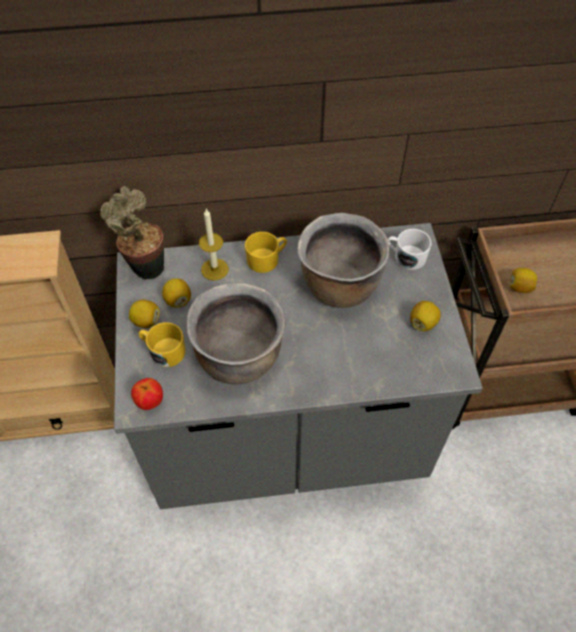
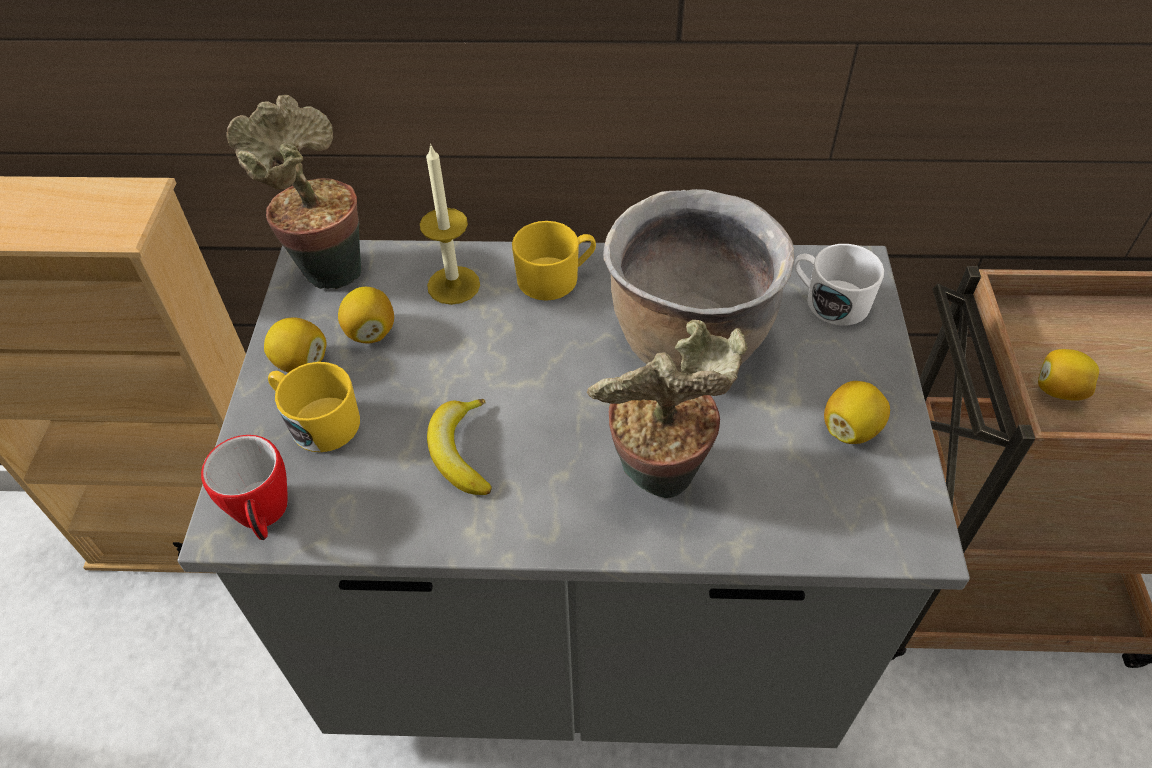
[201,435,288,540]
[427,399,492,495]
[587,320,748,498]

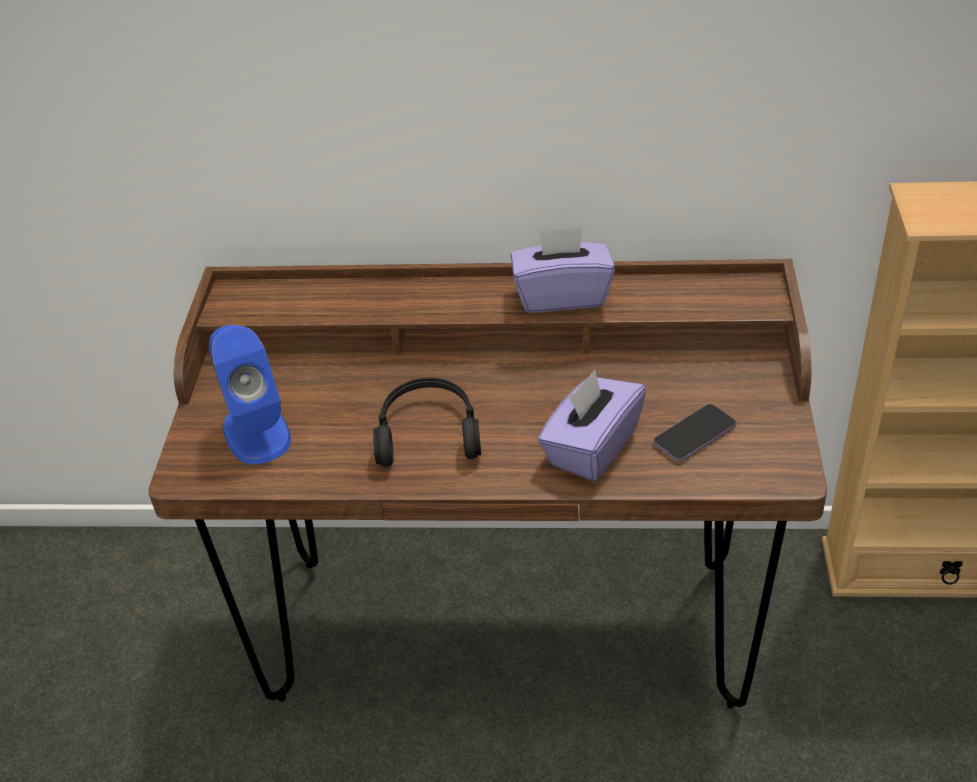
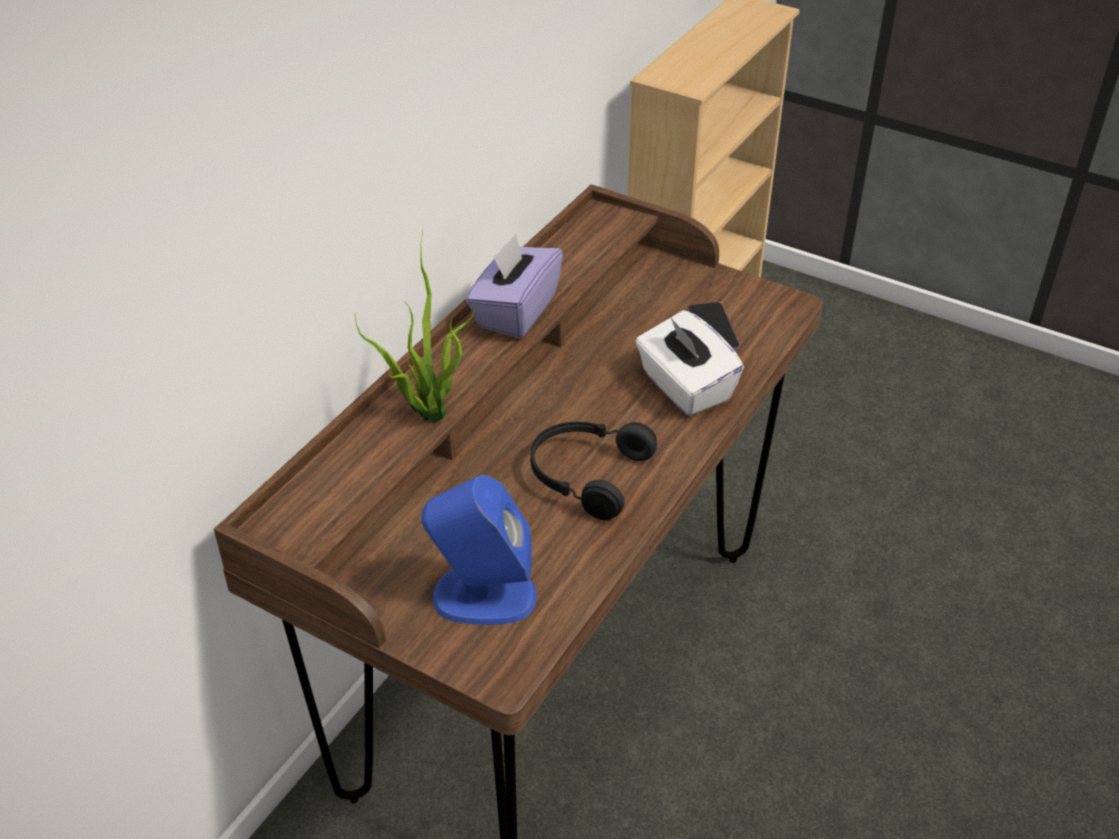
[636,310,744,416]
[355,230,476,422]

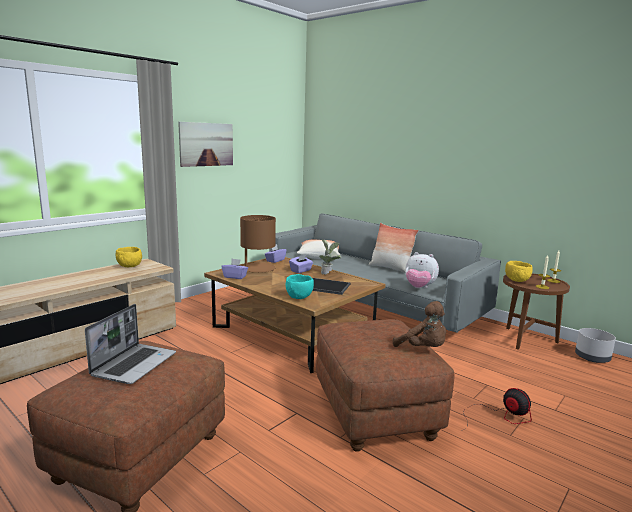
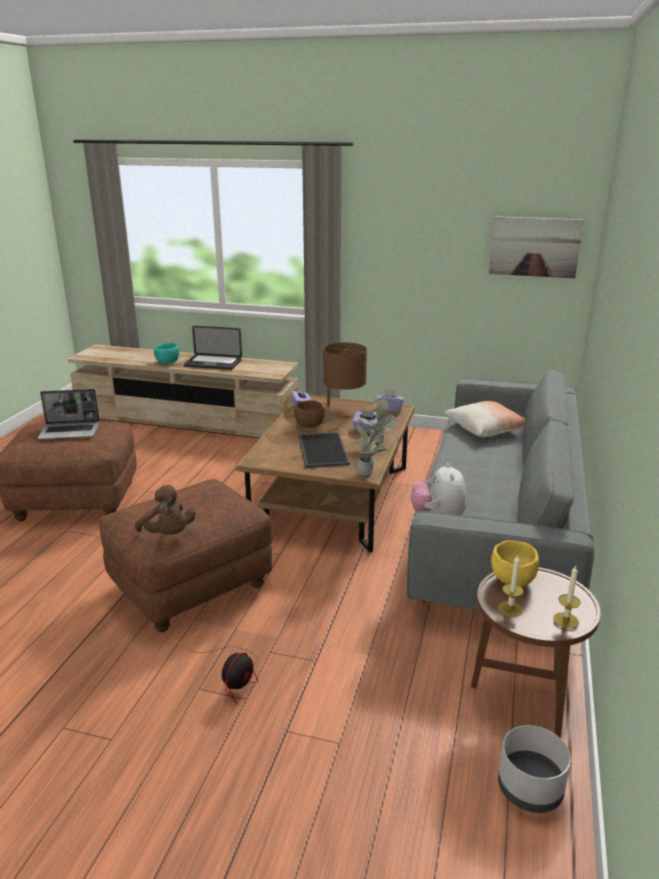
[116,247,142,267] (first image)
[489,216,584,278]
[154,343,179,364]
[369,223,419,273] (first image)
[135,485,195,535]
[184,326,242,370]
[294,400,325,428]
[355,425,388,476]

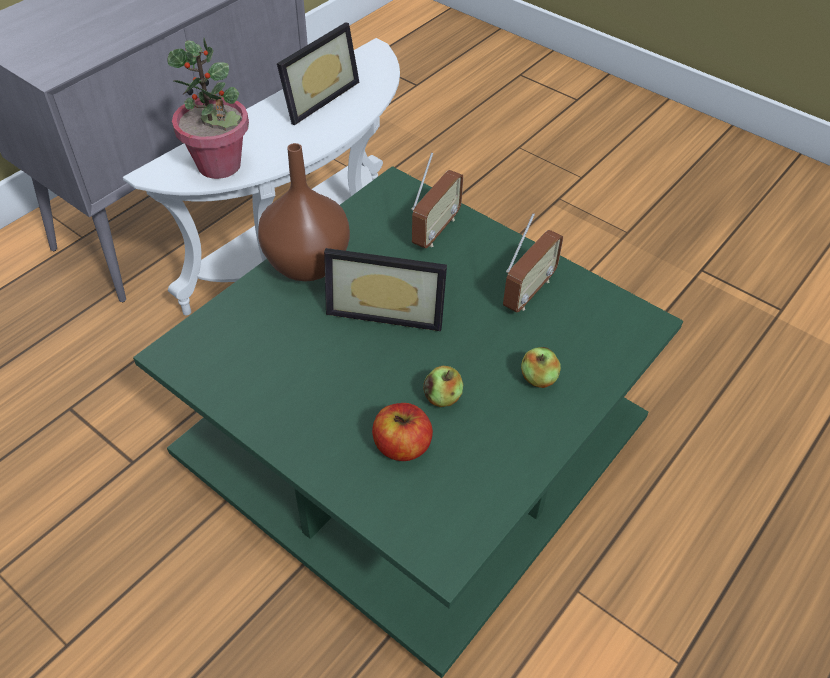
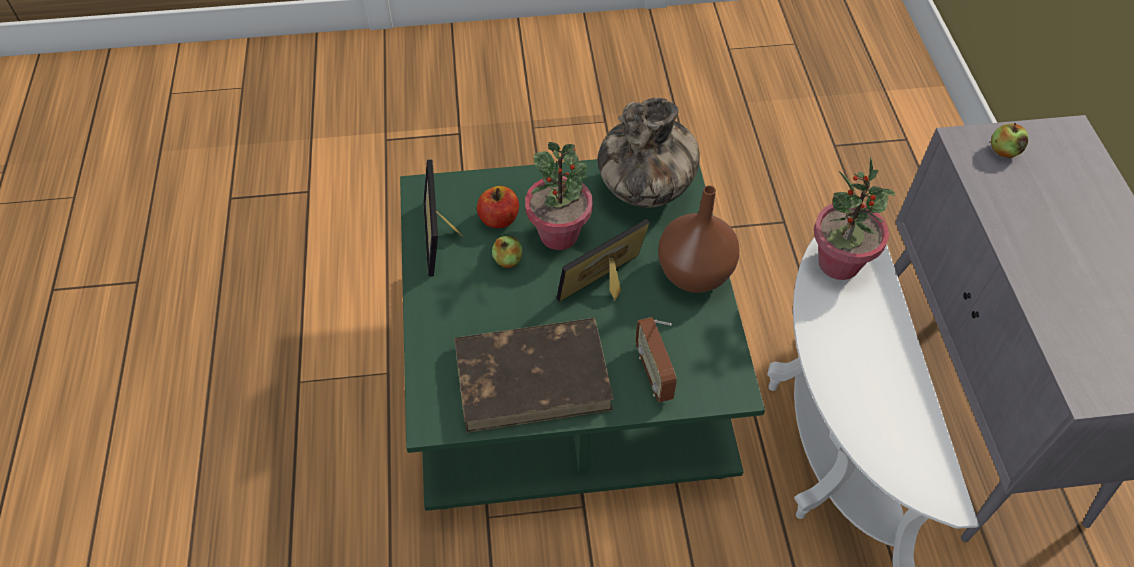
[423,160,463,276]
[454,318,614,433]
[991,123,1029,158]
[525,142,593,250]
[597,98,700,208]

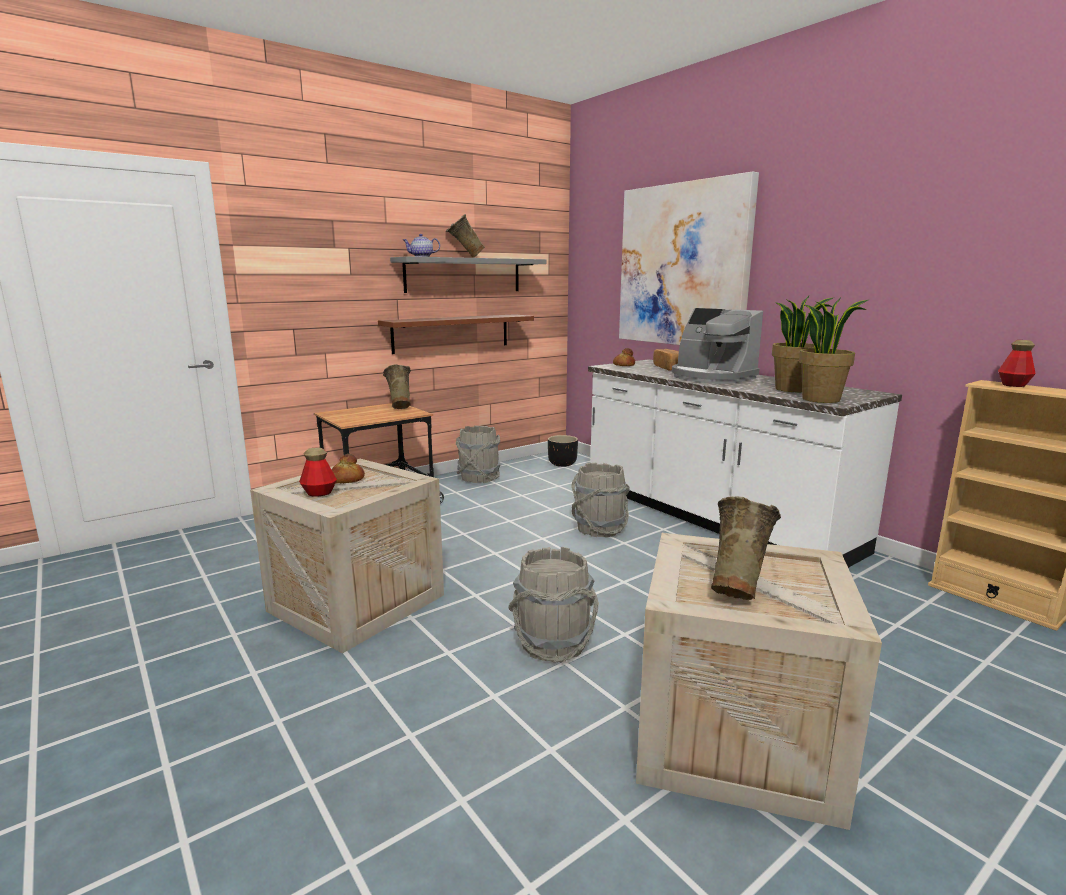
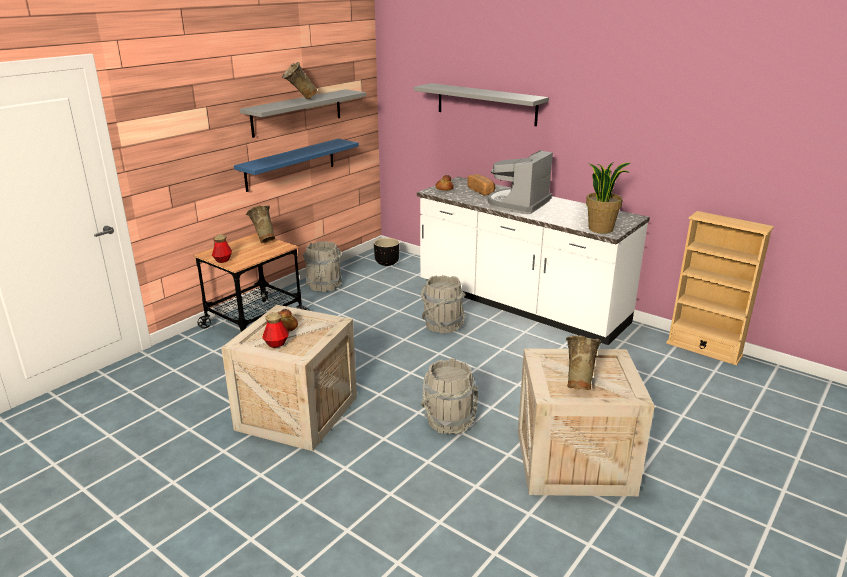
[234,139,359,192]
[403,234,440,257] (first image)
[414,83,549,126]
[488,150,553,214]
[772,296,833,392] (first image)
[212,234,232,263]

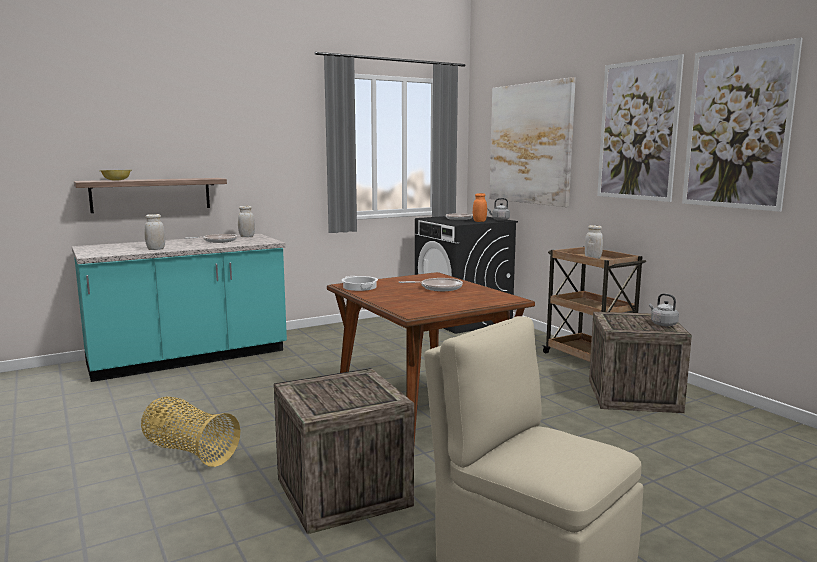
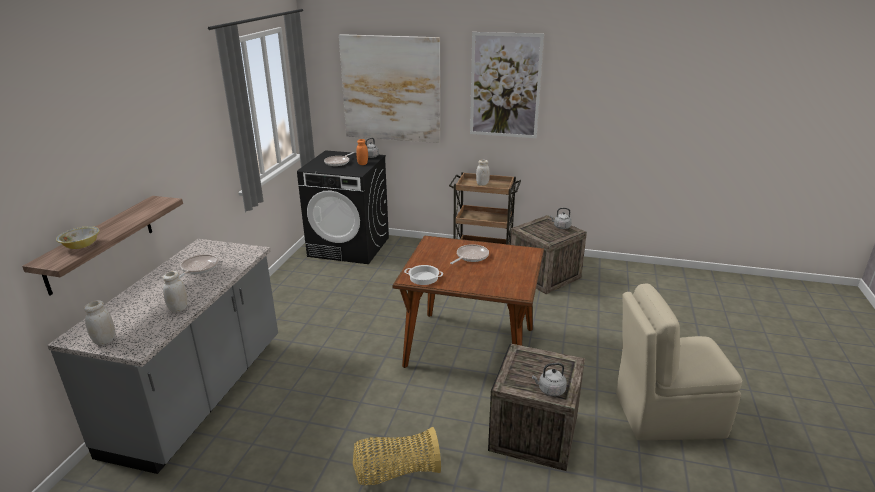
[47,239,278,474]
[84,300,115,346]
[682,38,803,212] (first image)
[532,363,567,396]

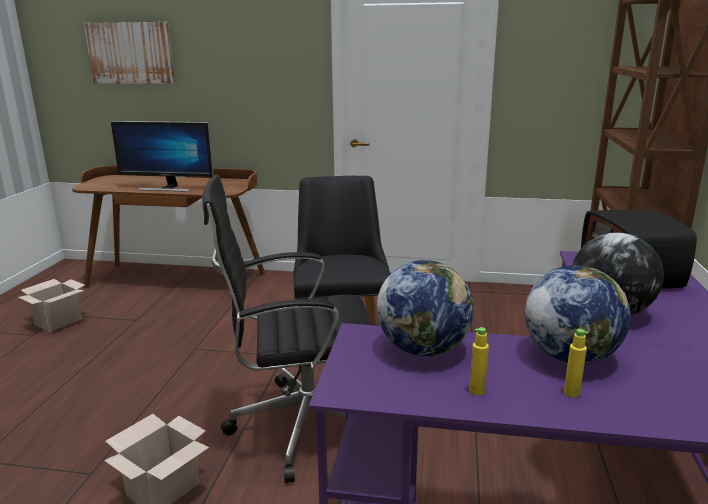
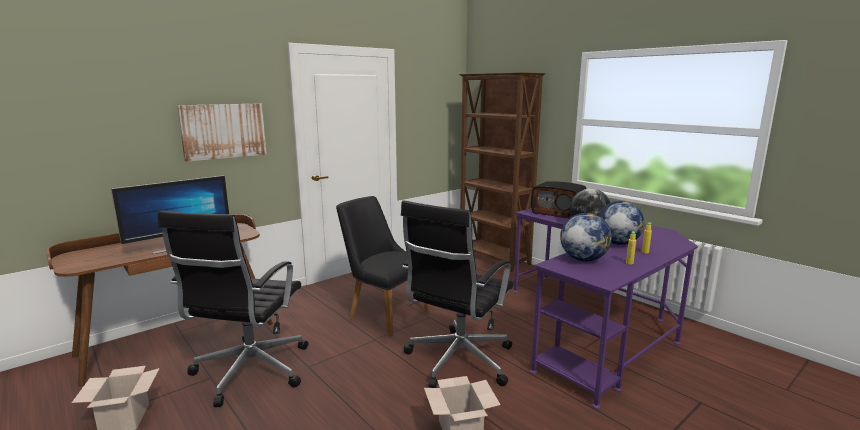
[177,103,267,162]
[157,211,308,407]

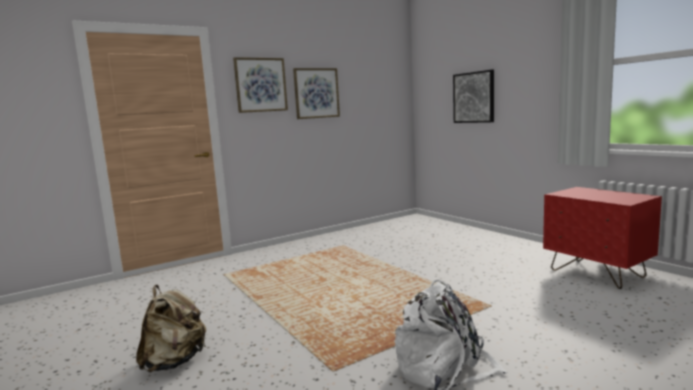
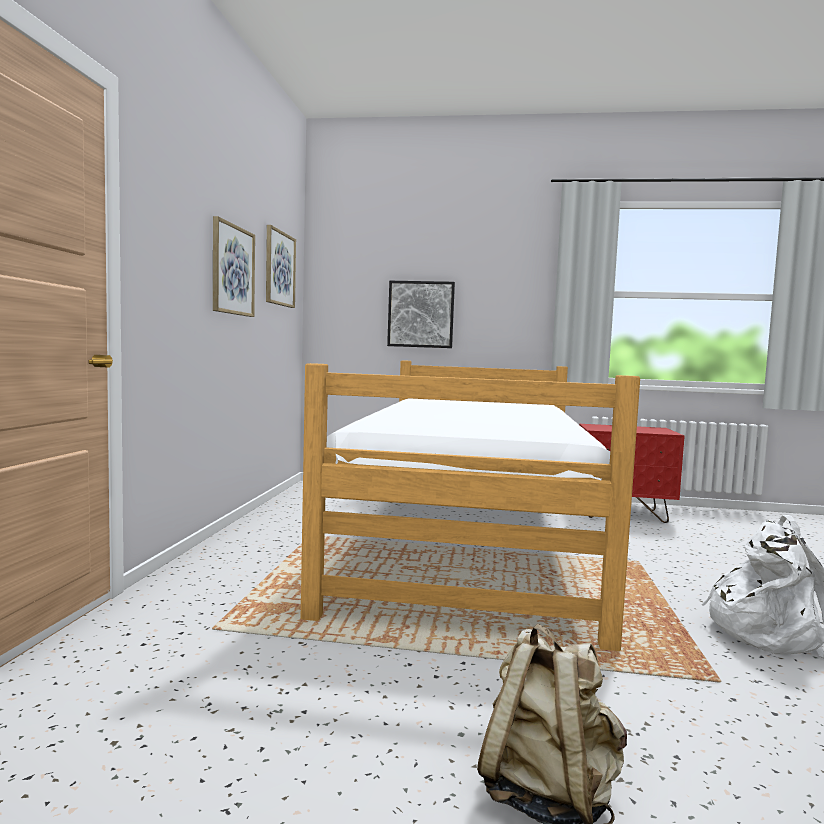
[266,225,296,308]
[300,360,640,651]

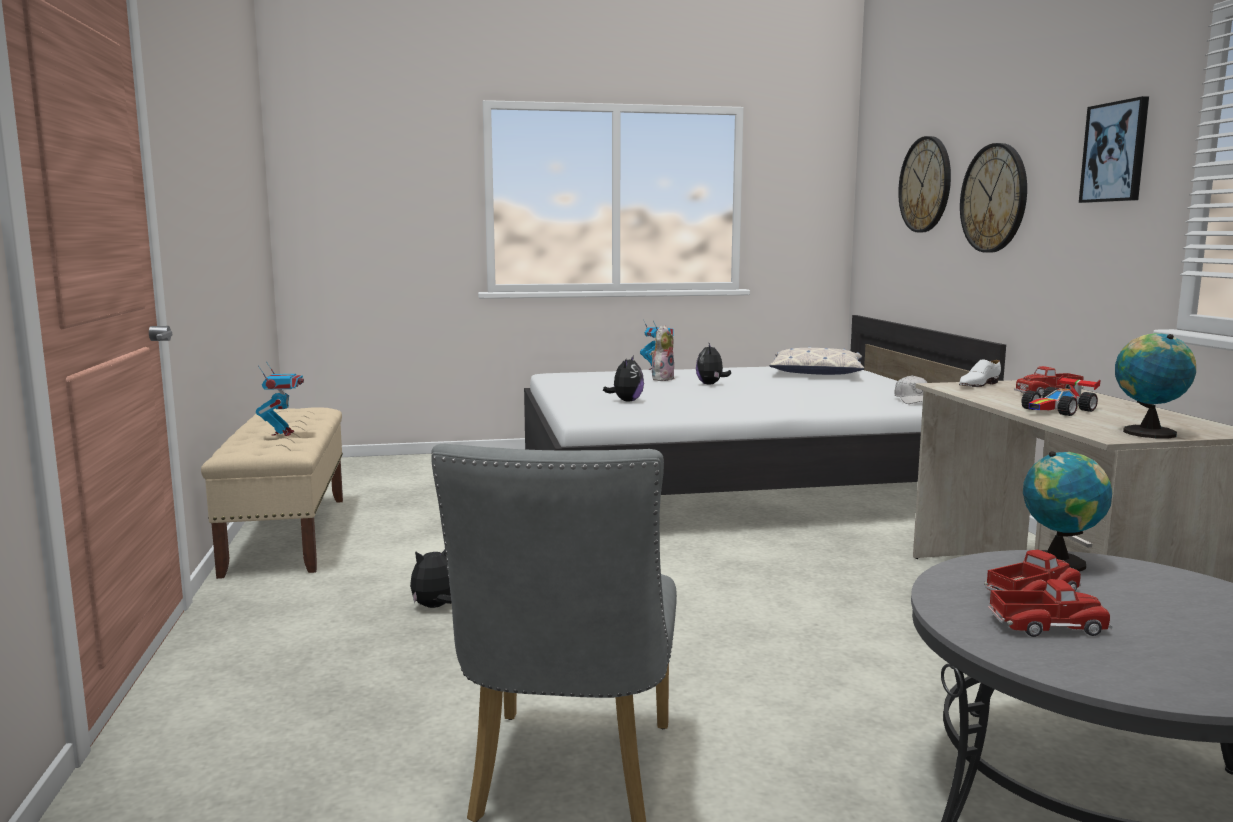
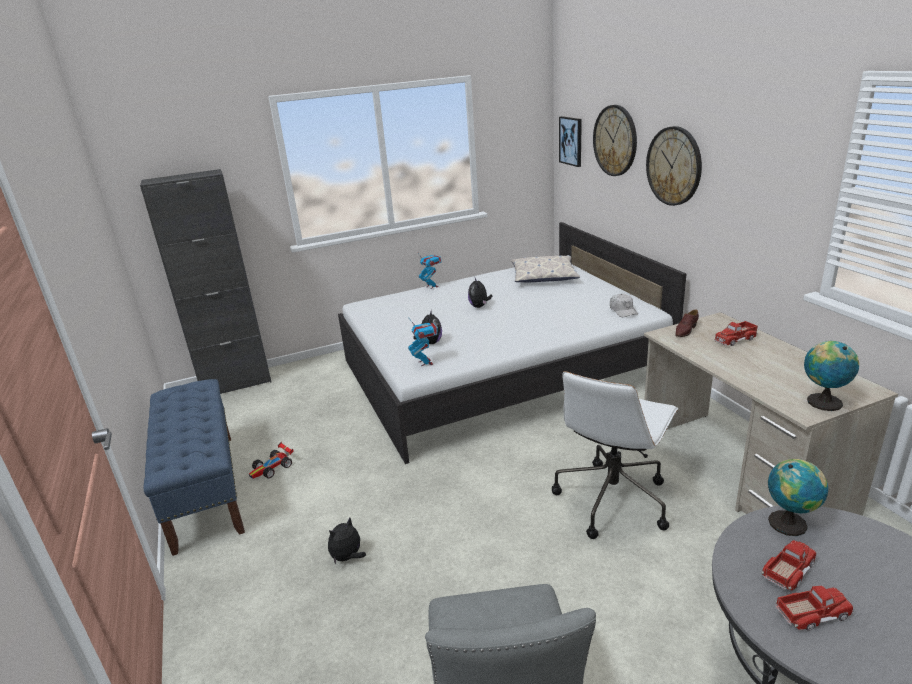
[144,379,245,556]
[408,321,438,366]
[651,325,674,381] (first image)
[675,309,699,337]
[249,442,294,479]
[559,116,582,167]
[140,169,271,394]
[552,371,678,539]

